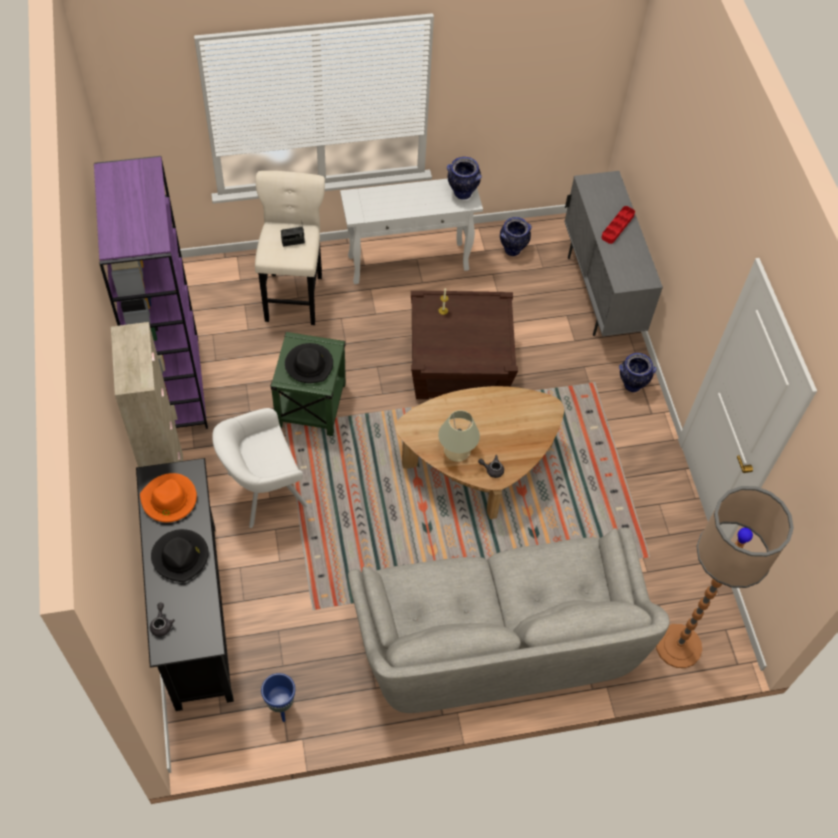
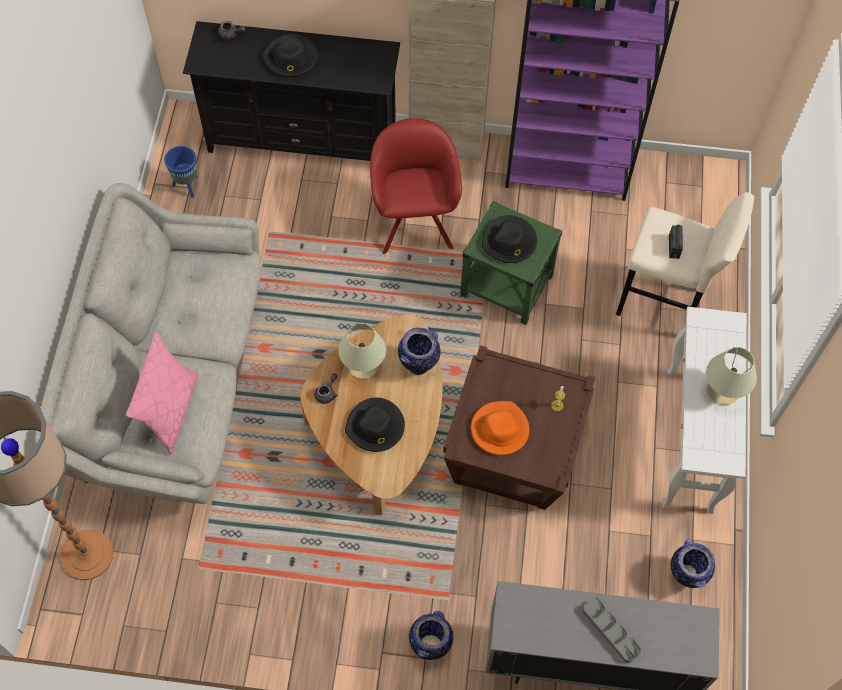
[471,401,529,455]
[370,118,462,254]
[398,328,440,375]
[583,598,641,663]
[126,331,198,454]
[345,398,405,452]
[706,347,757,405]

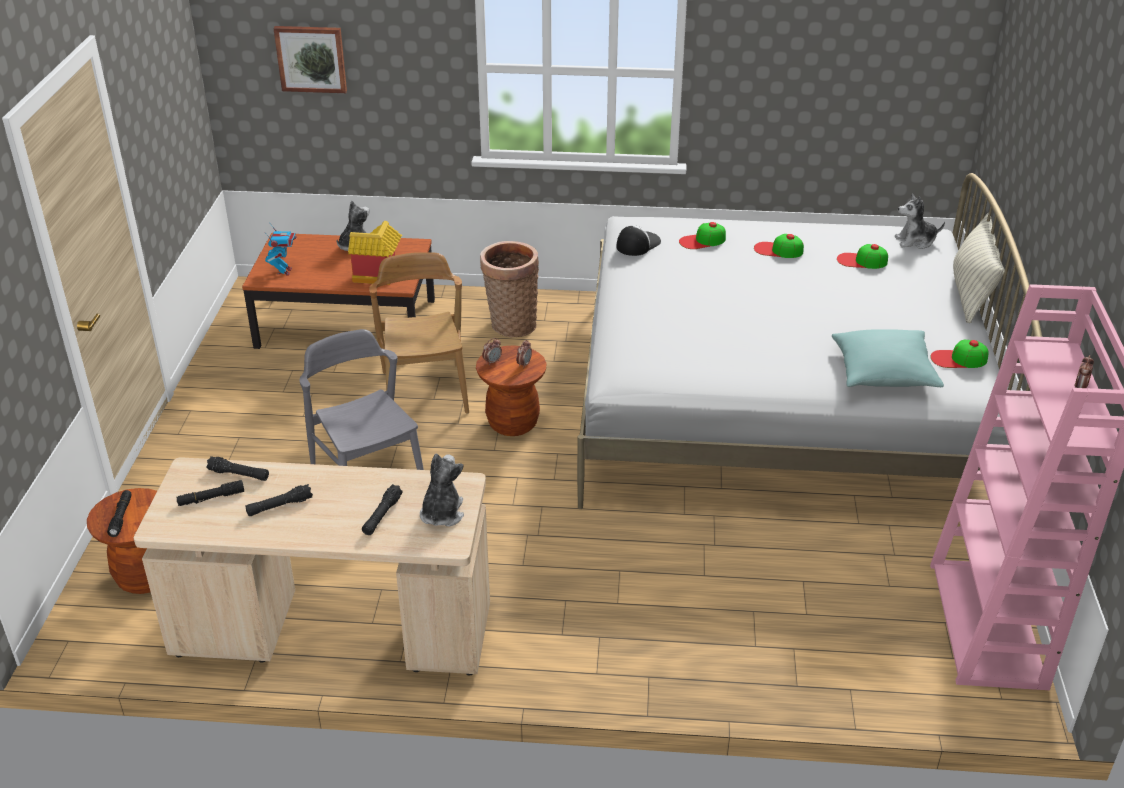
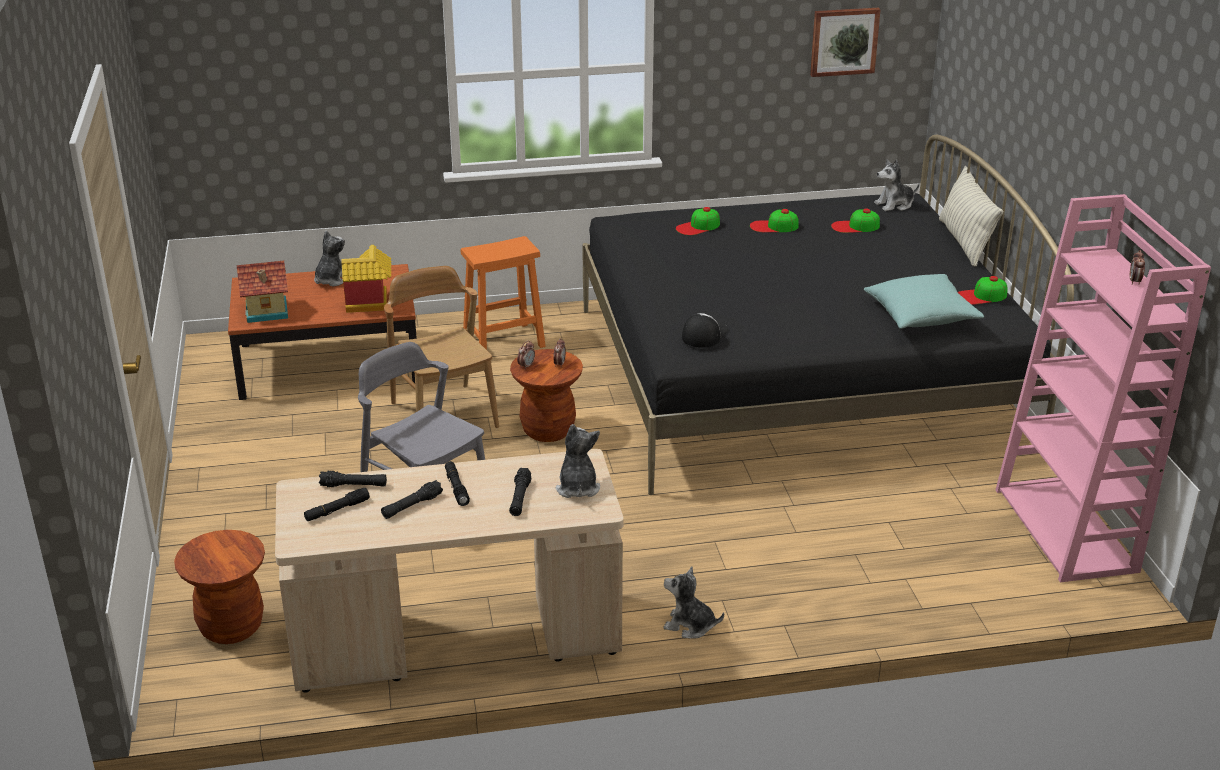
[445,461,470,506]
[237,261,288,323]
[810,8,881,77]
[461,236,546,350]
[582,135,1074,495]
[682,313,728,348]
[663,567,724,639]

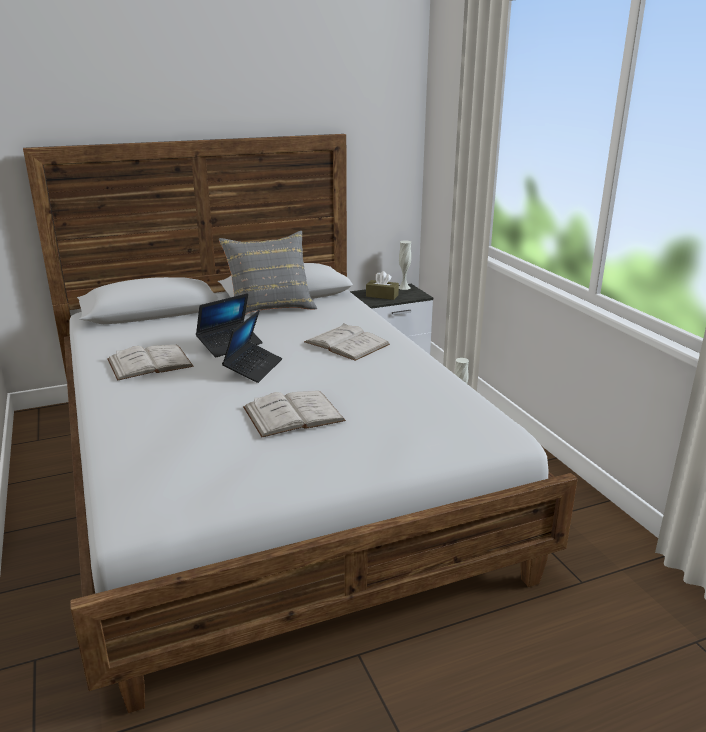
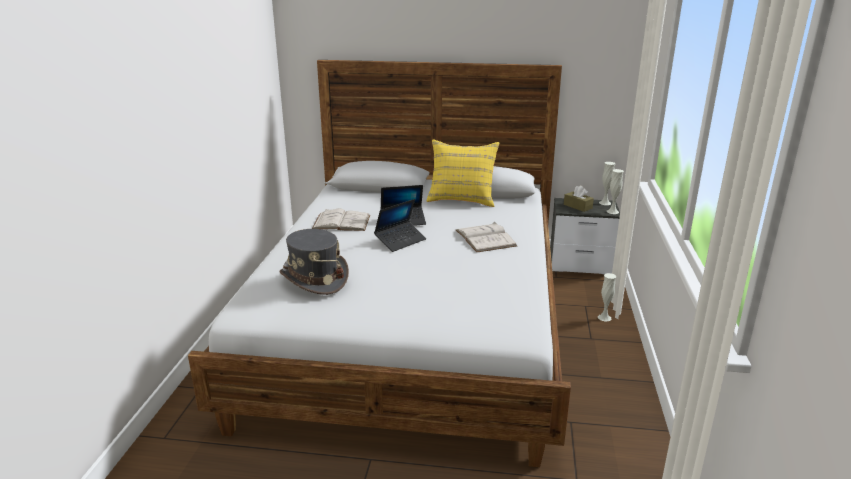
[427,139,500,207]
[243,391,346,438] (first image)
[280,229,349,295]
[607,169,624,214]

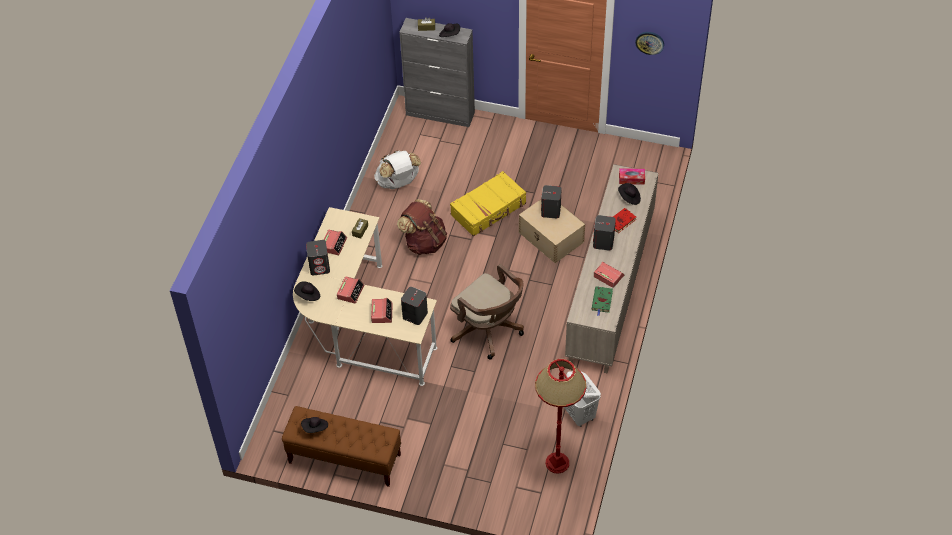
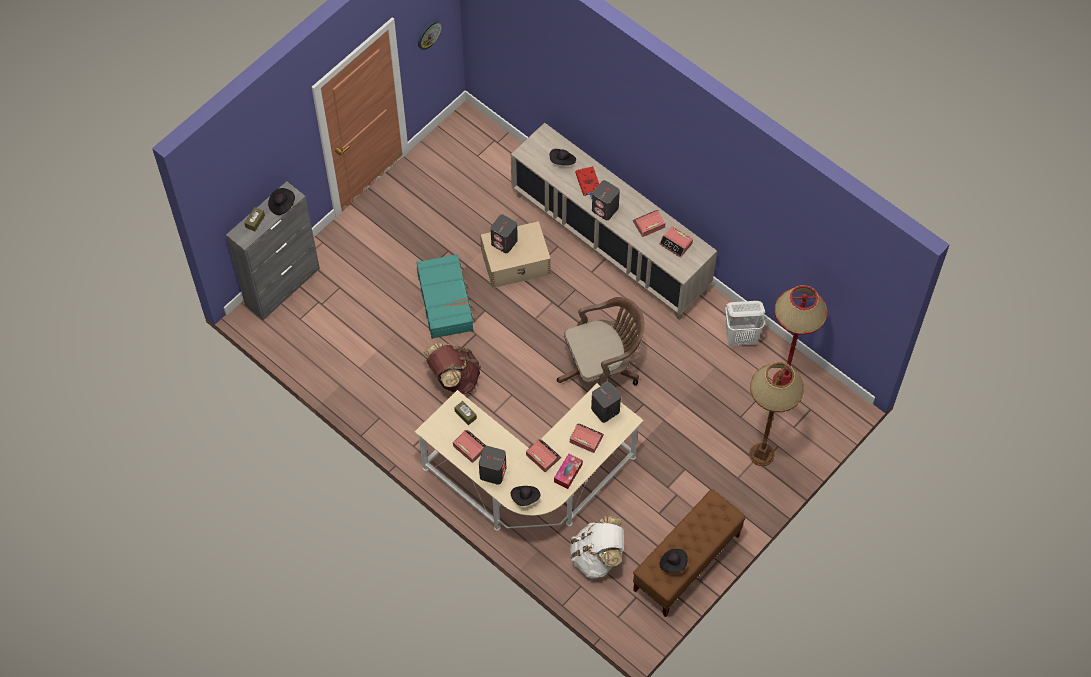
[570,516,624,578]
[416,254,475,339]
[659,226,693,258]
[554,454,583,489]
[749,362,804,466]

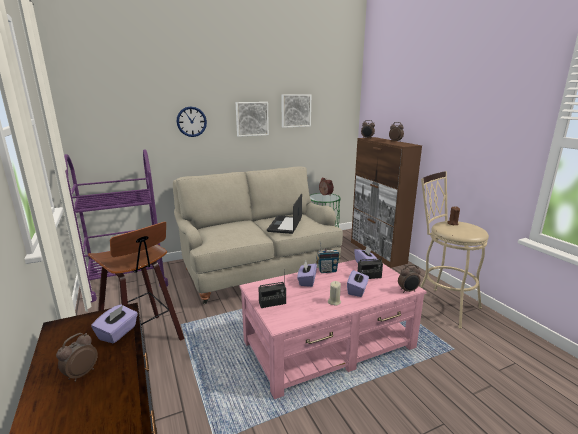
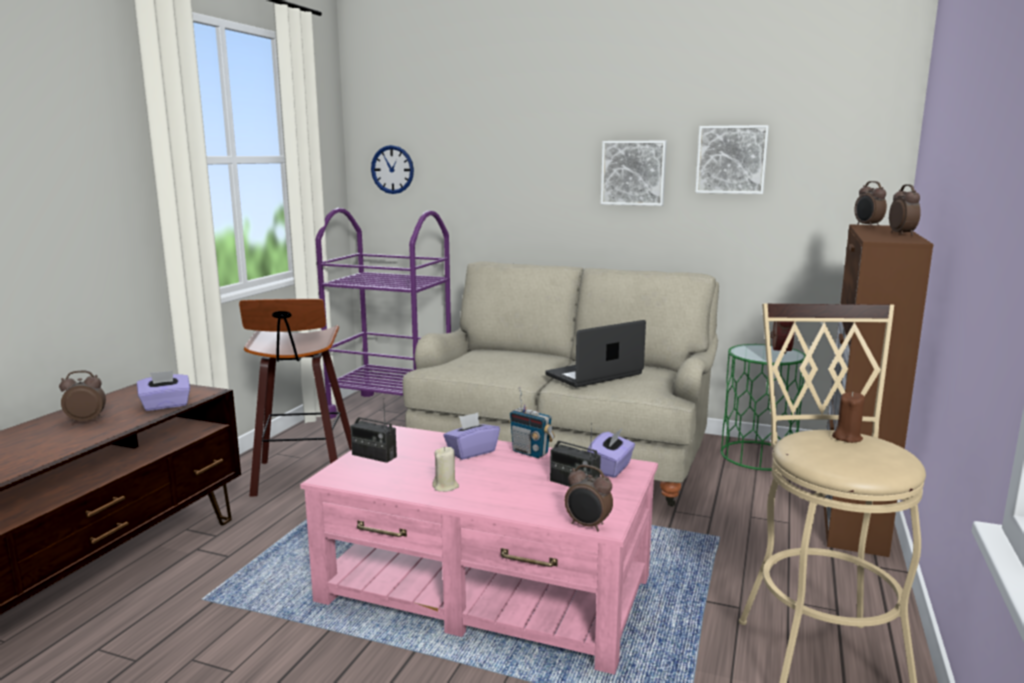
[371,145,414,194]
[347,270,369,297] (first image)

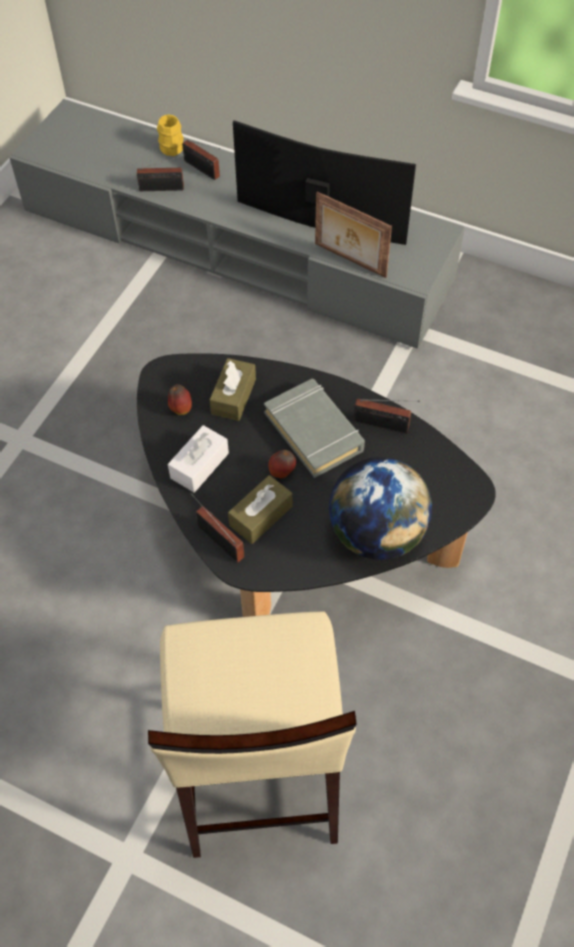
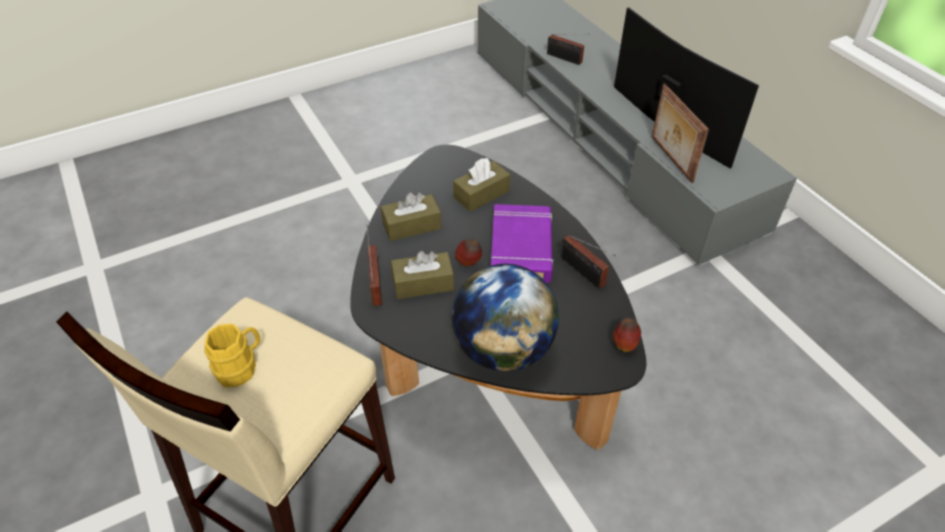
[204,324,260,387]
[613,317,641,352]
[381,193,441,241]
[182,140,220,180] (first image)
[491,204,553,283]

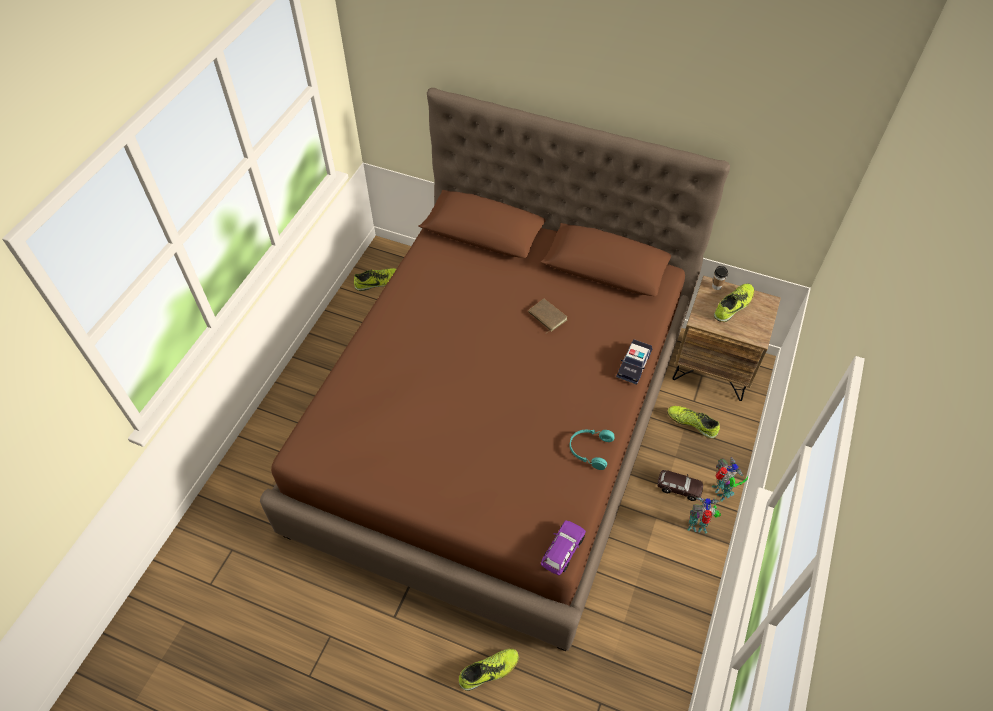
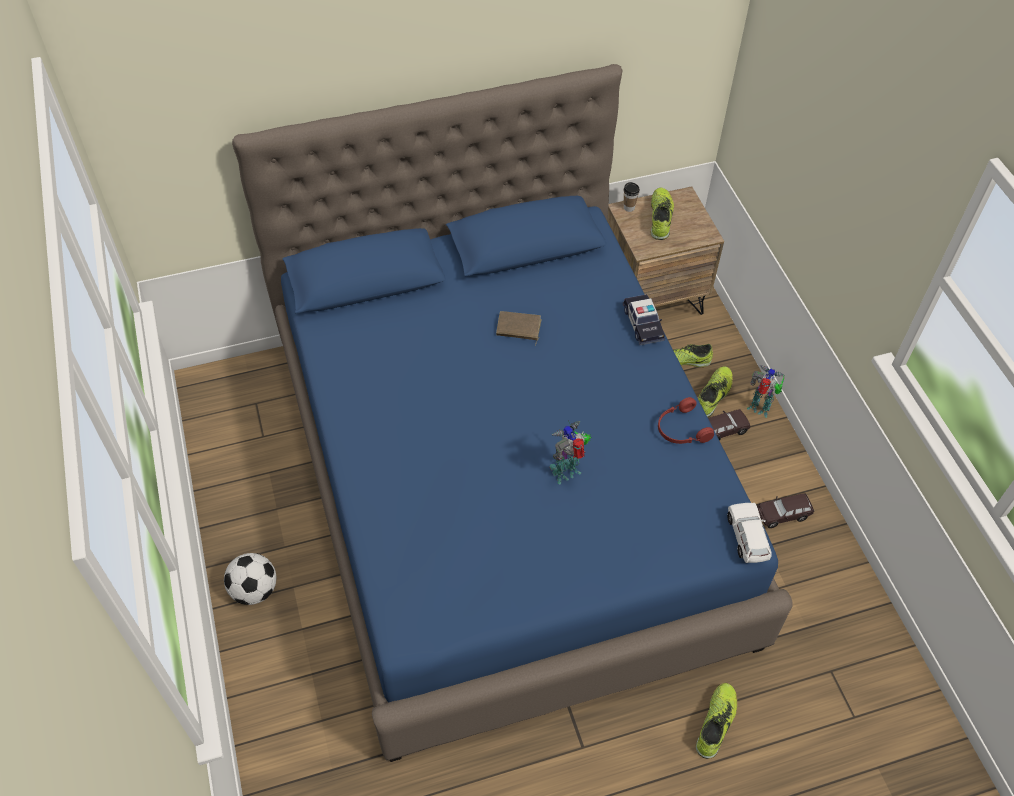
[232,64,793,762]
[698,366,733,417]
[727,503,772,563]
[658,397,714,444]
[549,421,591,485]
[224,553,276,605]
[757,493,814,528]

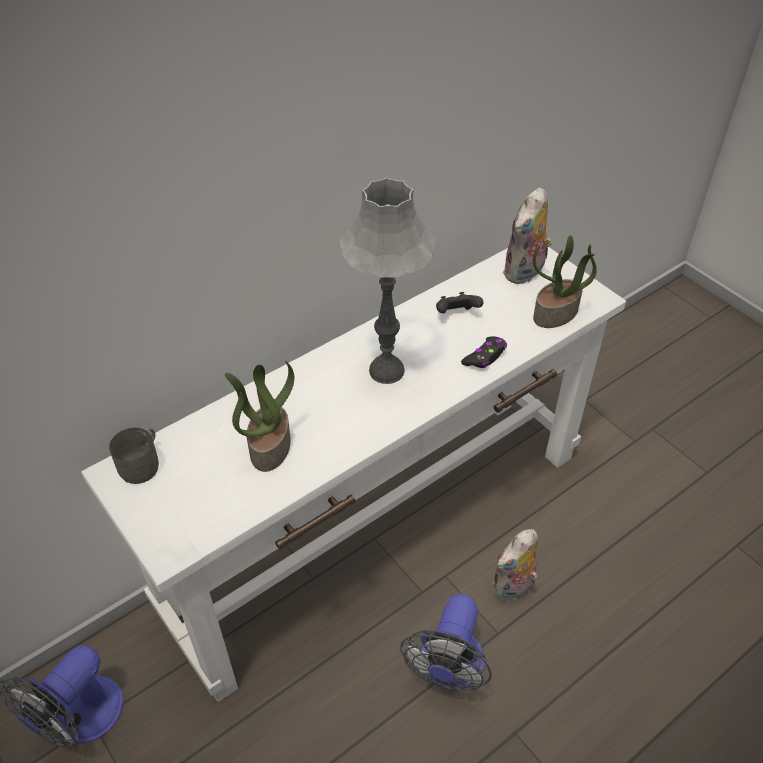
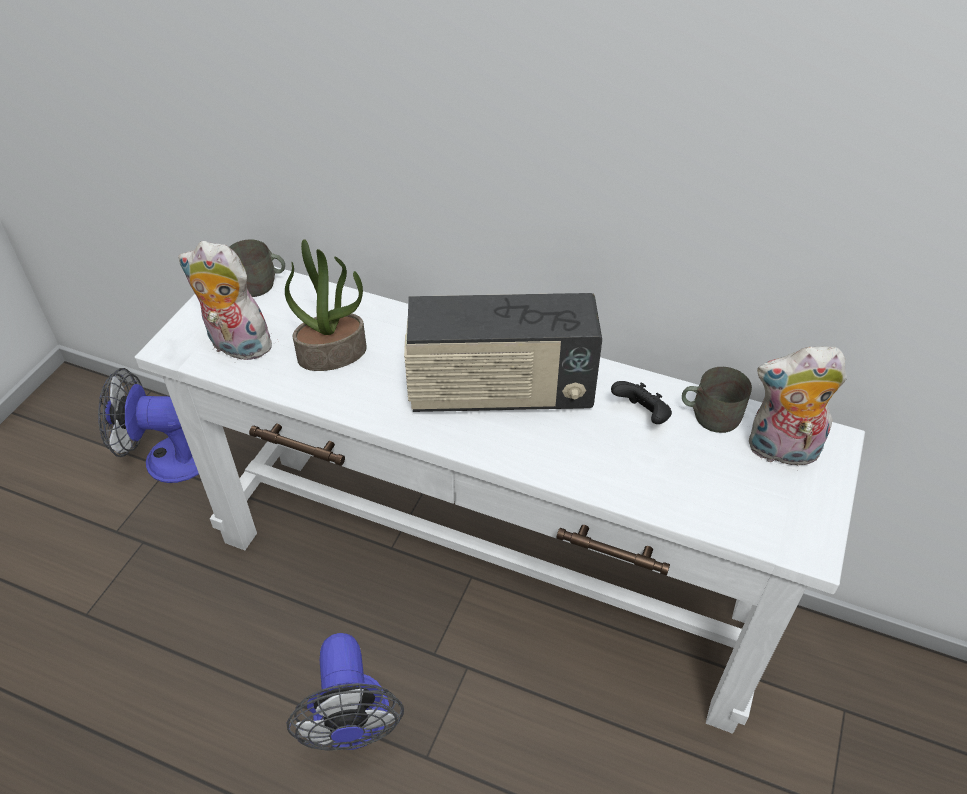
[404,293,602,412]
[287,633,404,751]
[461,336,507,368] (first image)
[178,241,275,360]
[533,235,597,328] (first image)
[682,367,752,433]

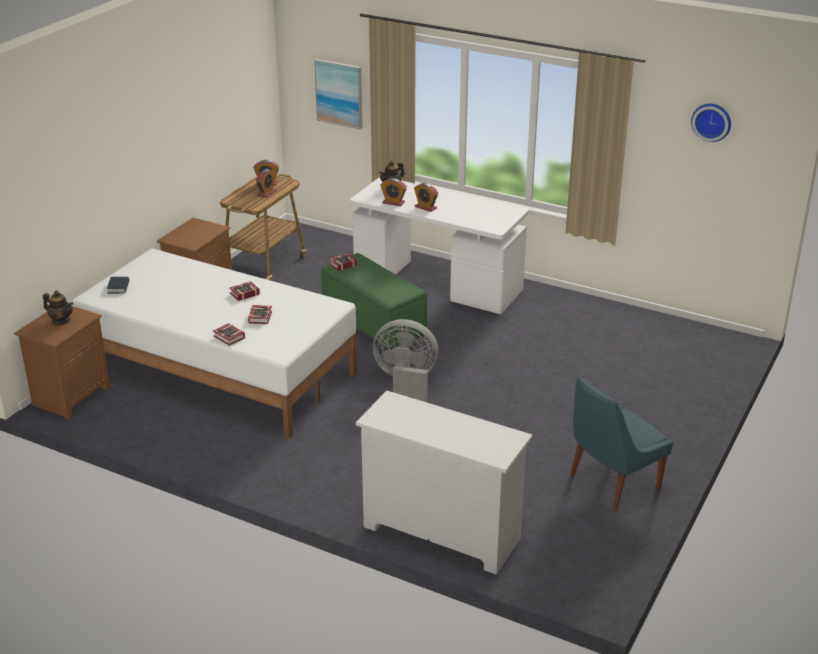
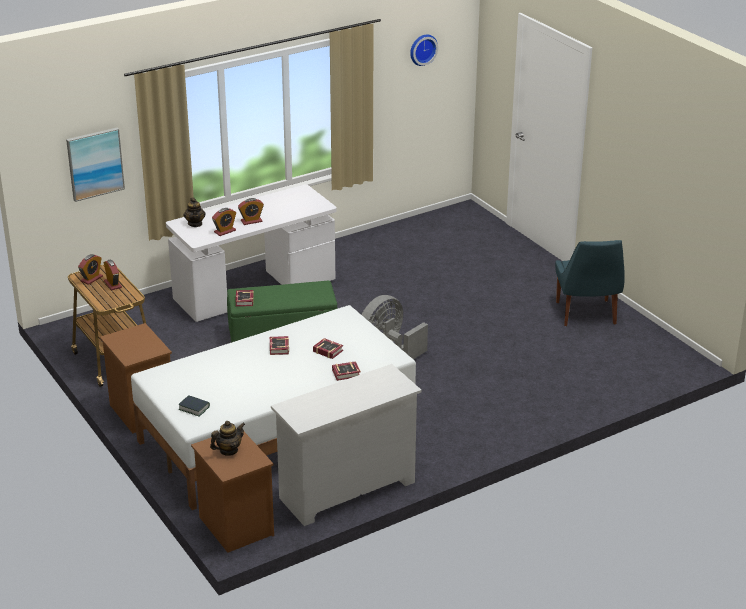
[271,364,422,526]

